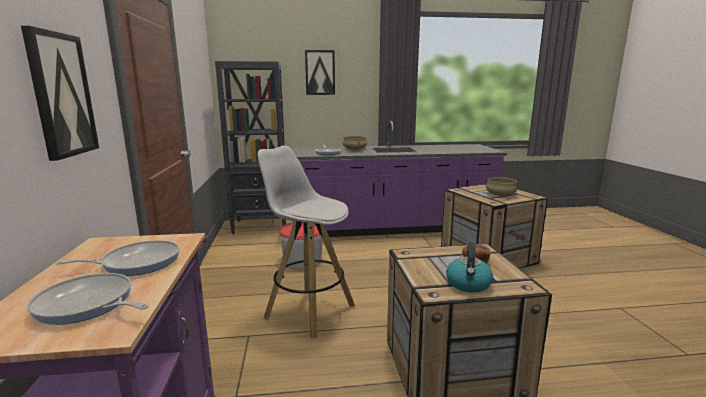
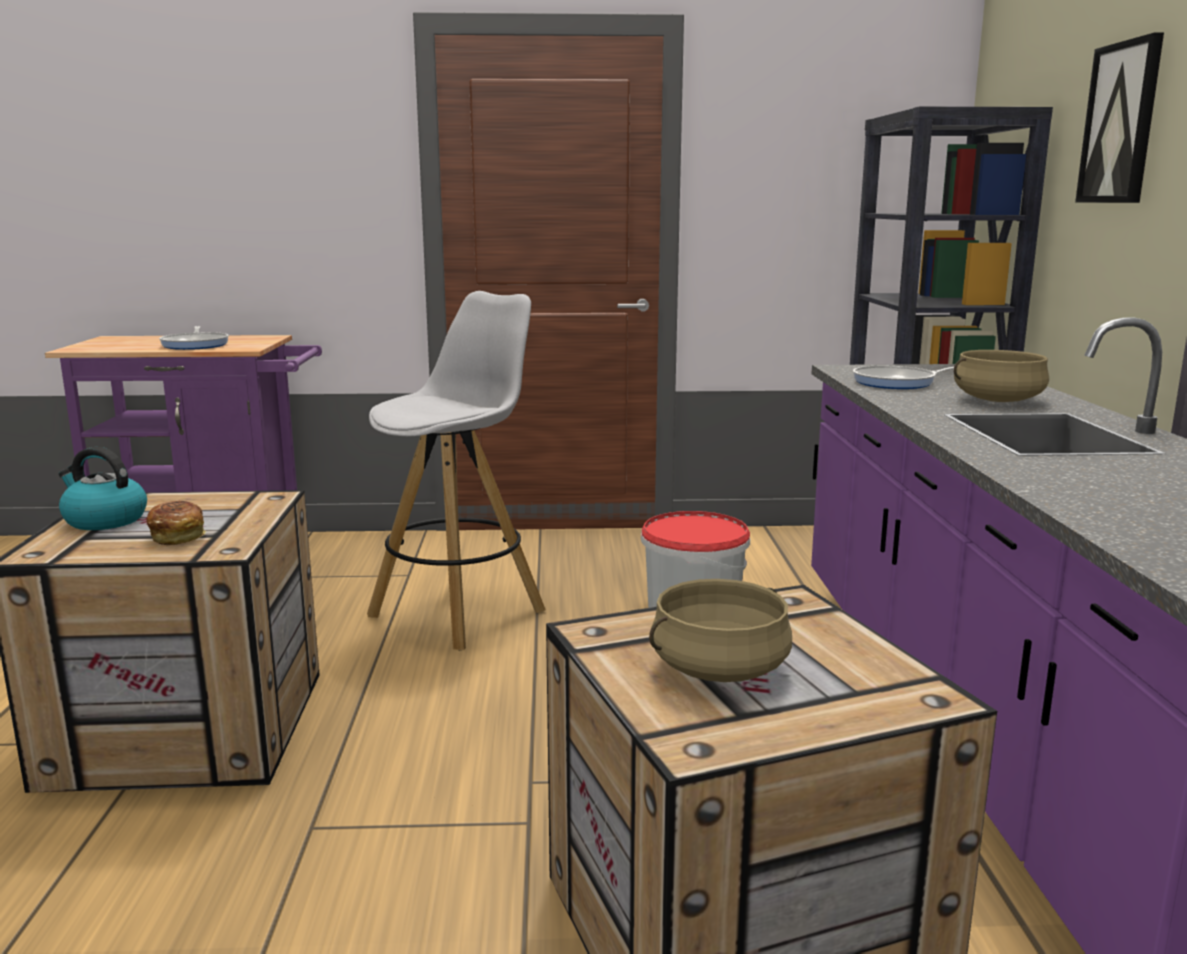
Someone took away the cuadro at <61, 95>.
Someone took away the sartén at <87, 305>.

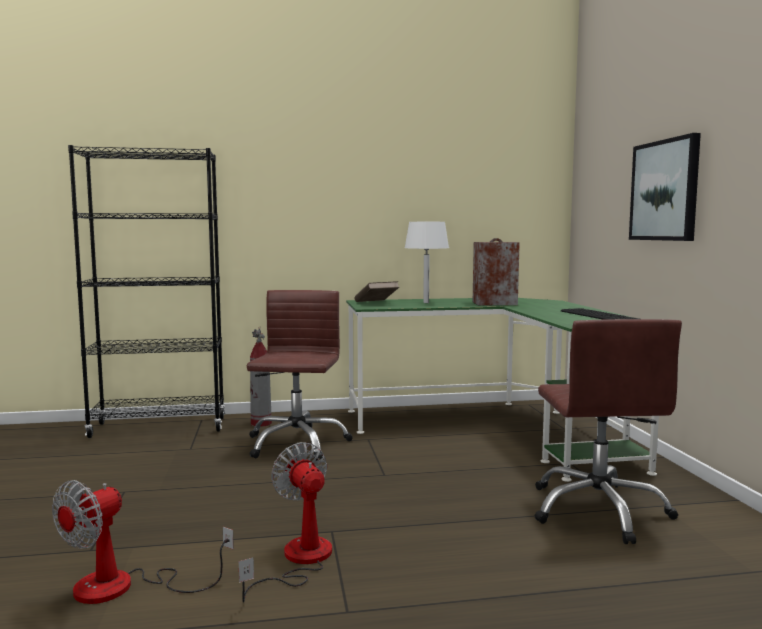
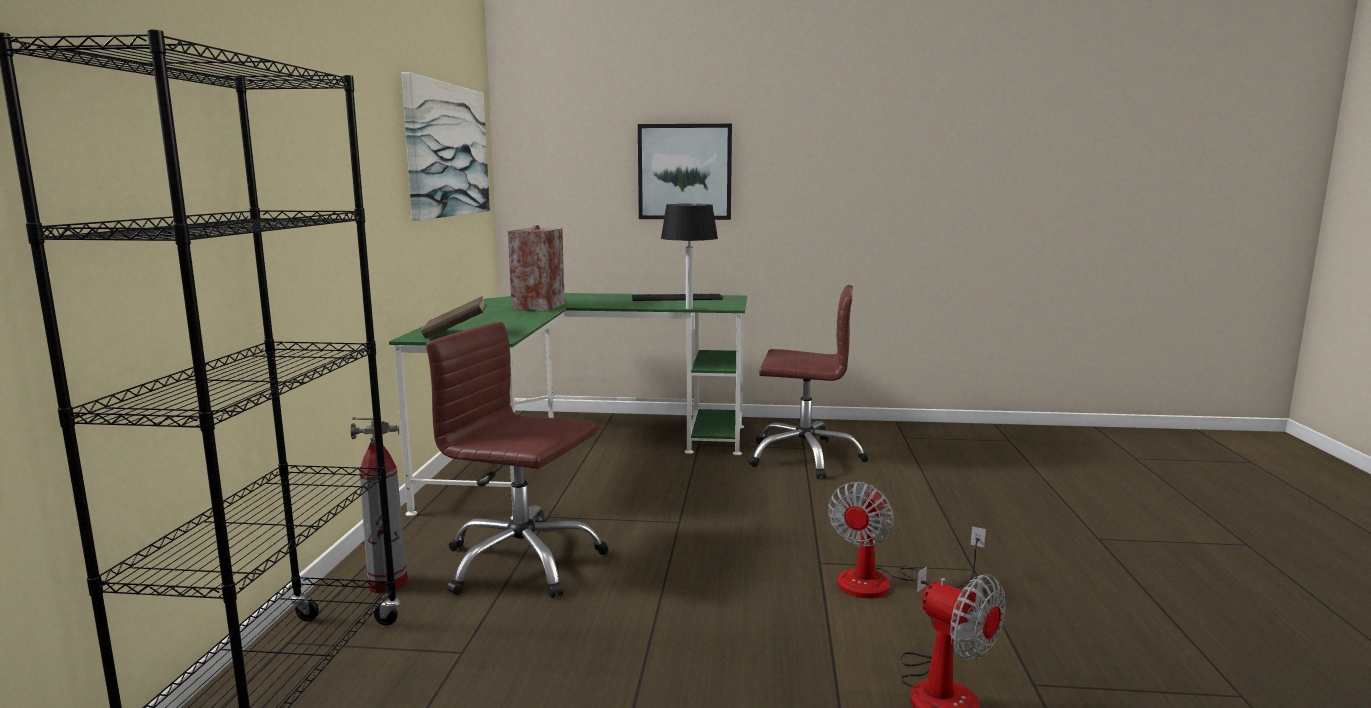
Someone took away the lámpara de mesa [blanco] at <426, 302>.
Someone rotated the ventilador at <298, 560> by 45 degrees counterclockwise.
Someone put up the cuadro at <447, 150>.
Someone put down the lámpara de mesa [negro] at <689, 308>.

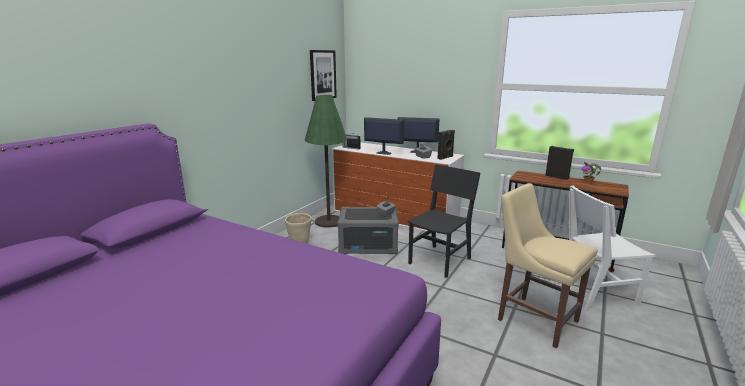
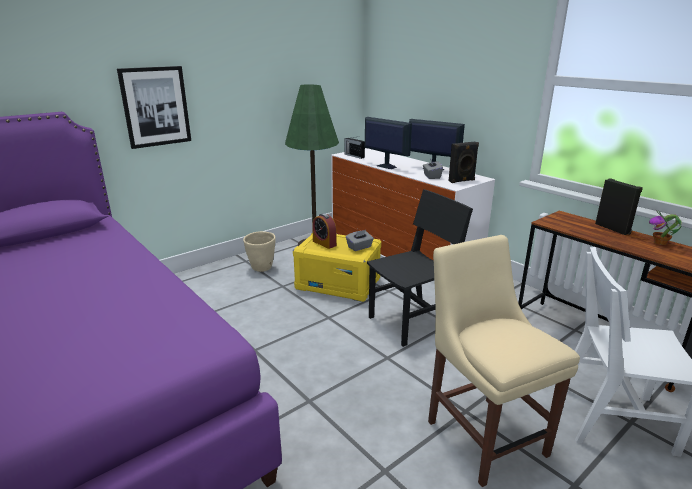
Someone carried the cuadro from <322, 75> to <155, 106>.
Someone repainted the caja de almacenaje [gris] at <368, 245>, which became the caja de almacenaje [amarillo] at <338, 284>.
Someone put down the despertador at <324, 243>.

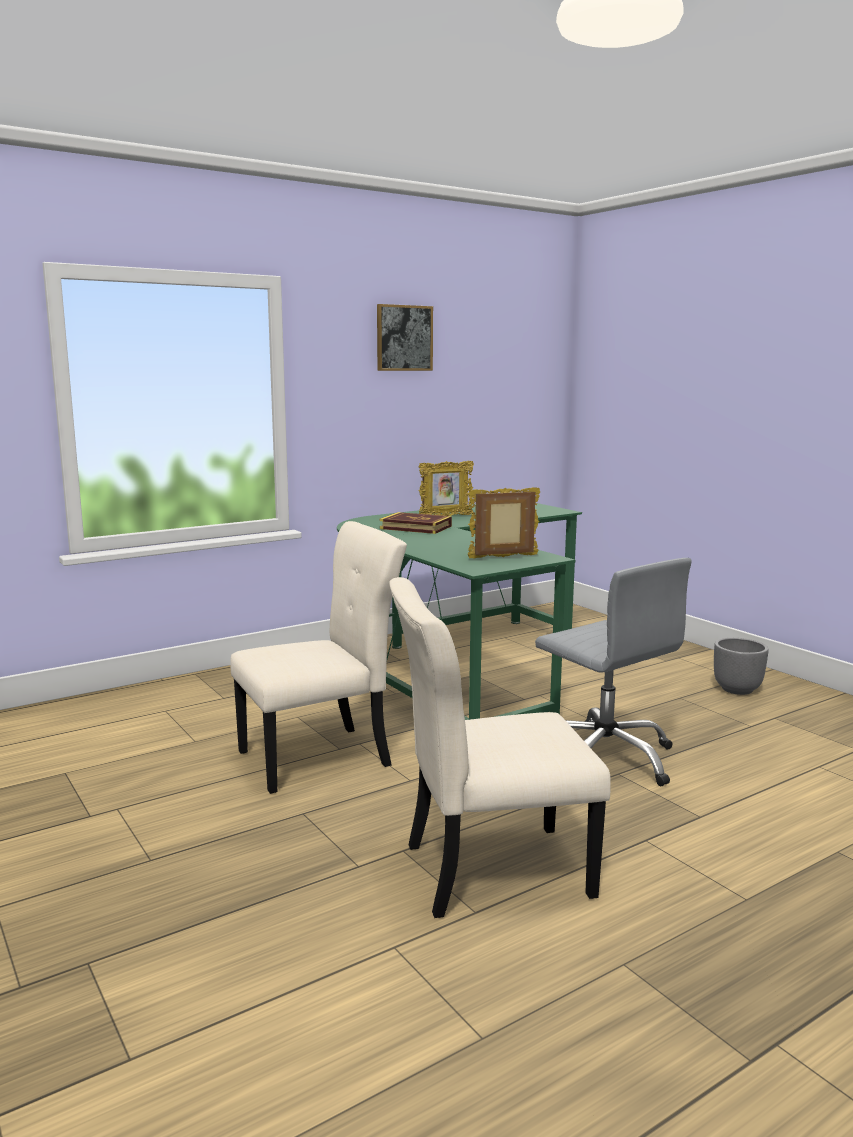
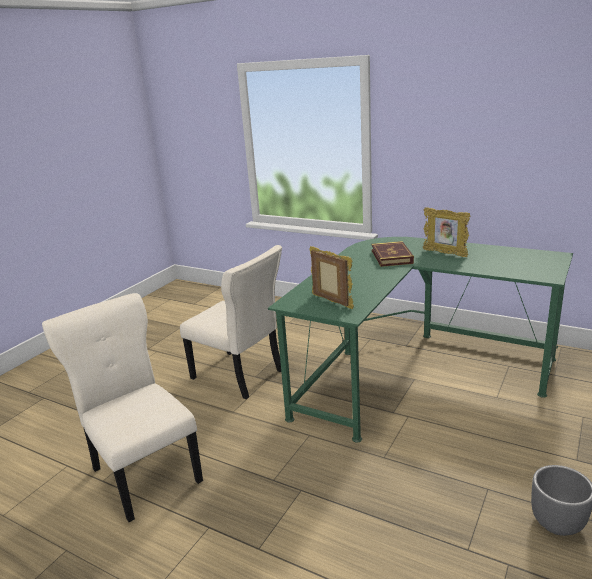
Someone took away the cuadro at <404, 338>.
Someone took away the silla de oficina [gris] at <605, 757>.

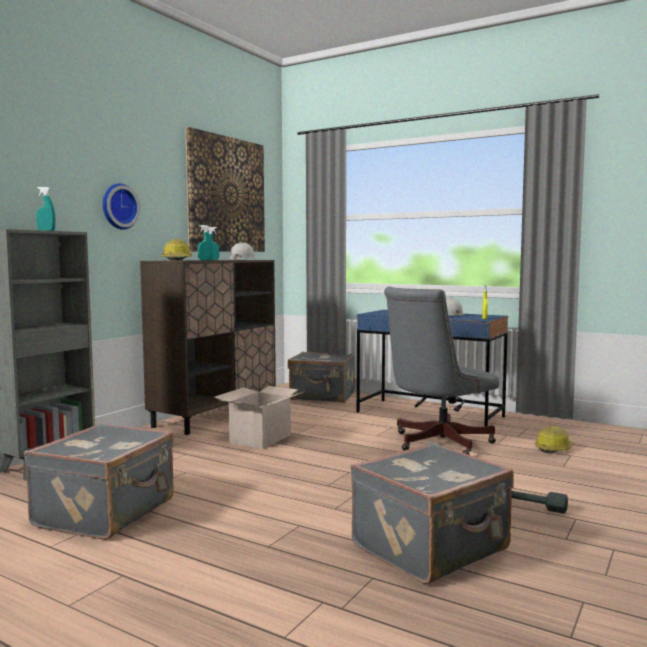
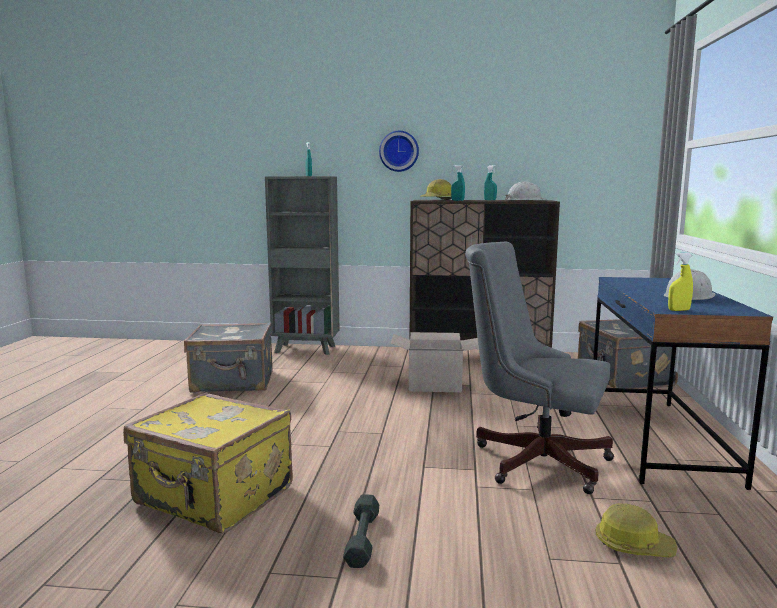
Someone took away the cuadro at <226, 195>.
Someone repainted the maleta [gris] at <432, 548>, which became the maleta [amarillo] at <213, 497>.

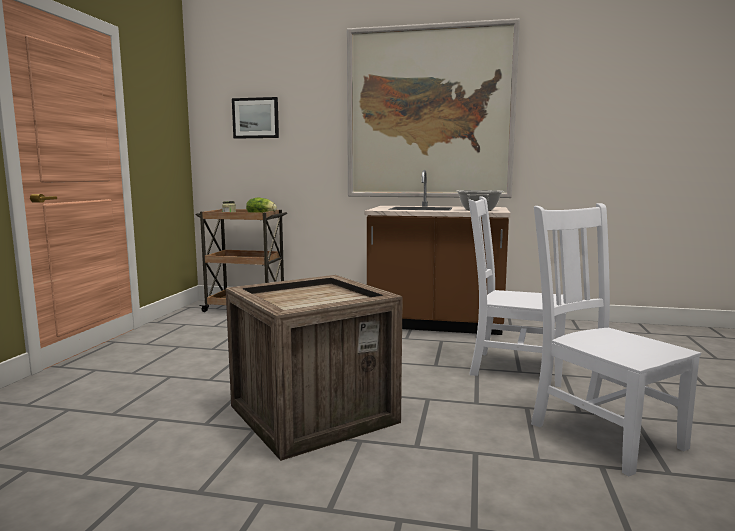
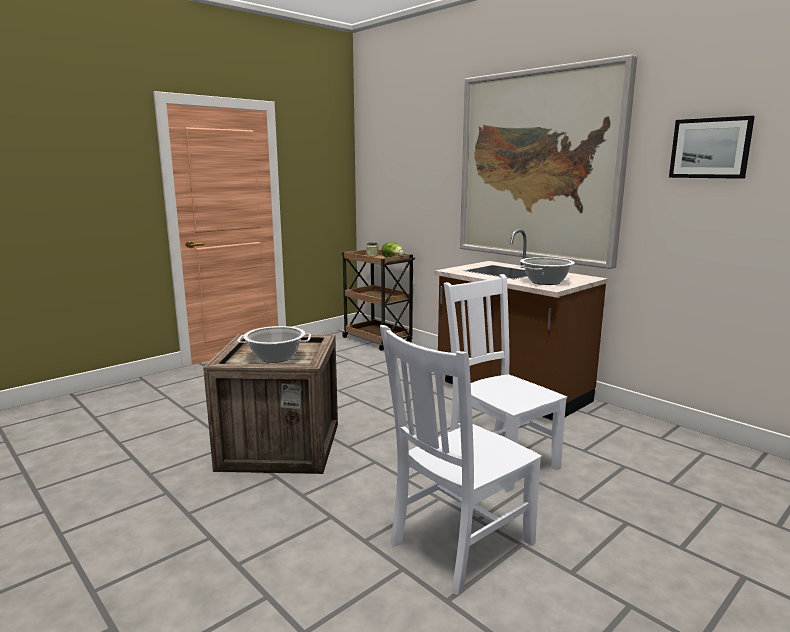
Someone carried the cuadro from <255, 118> to <710, 148>.
Someone rotated the silla [blanco] at <602, 433> by 135 degrees counterclockwise.
Someone put down the olla at <275, 357>.

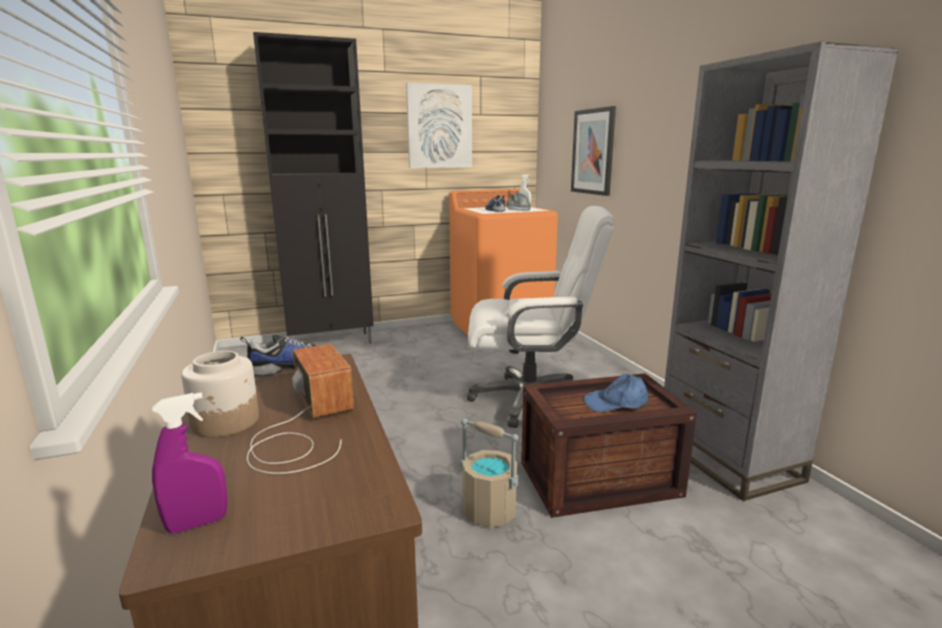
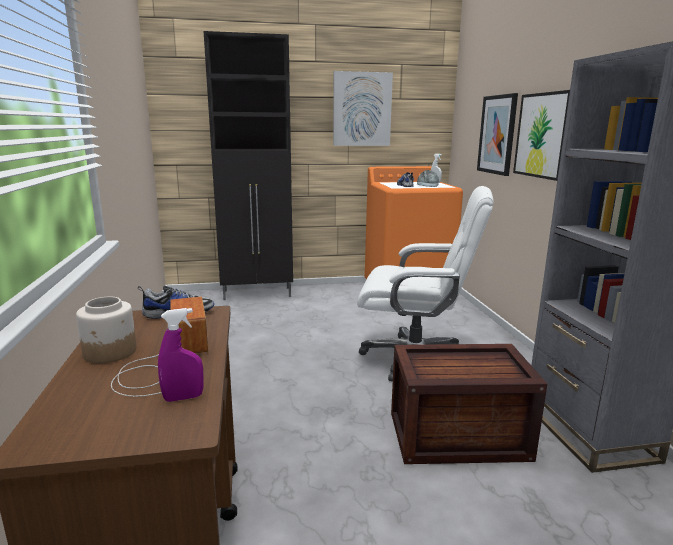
Someone took away the gorra [azul] at <616, 402>.
Someone carried the pulverizador [morado] from <197, 523> to <183, 397>.
Someone took away the cubo [beis] at <489, 511>.
Someone put up the cuadro at <543, 135>.

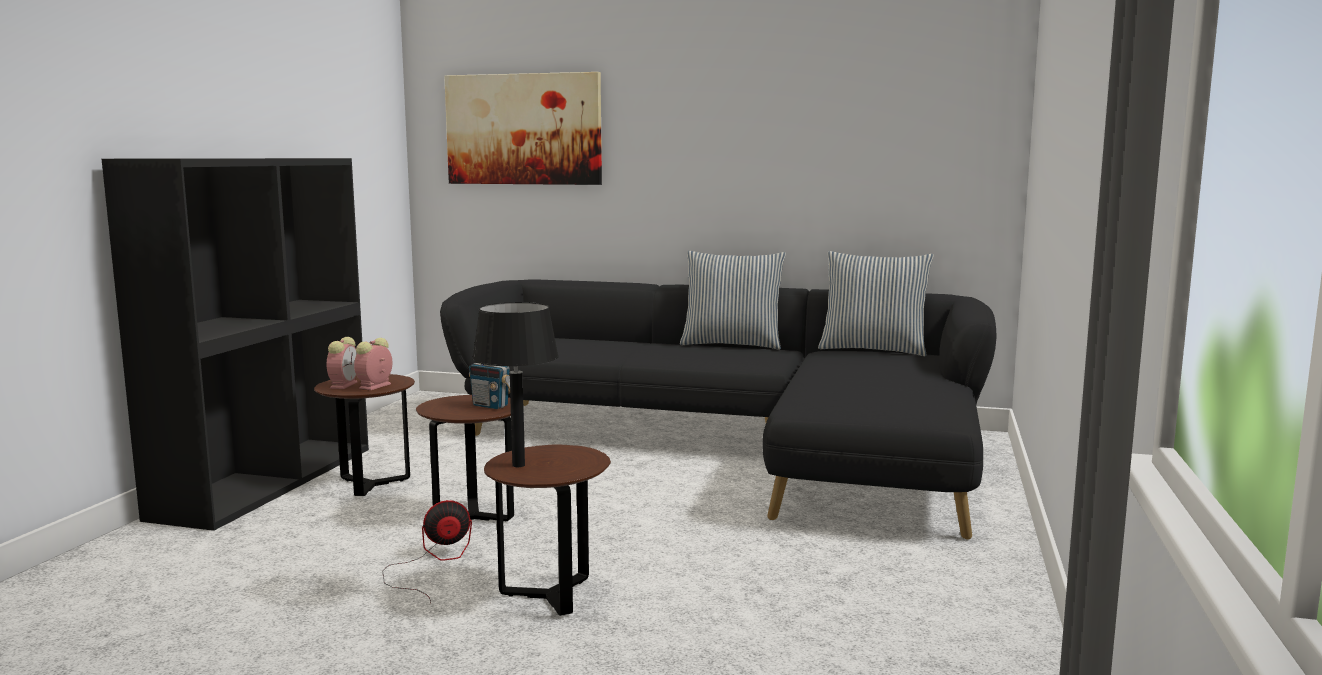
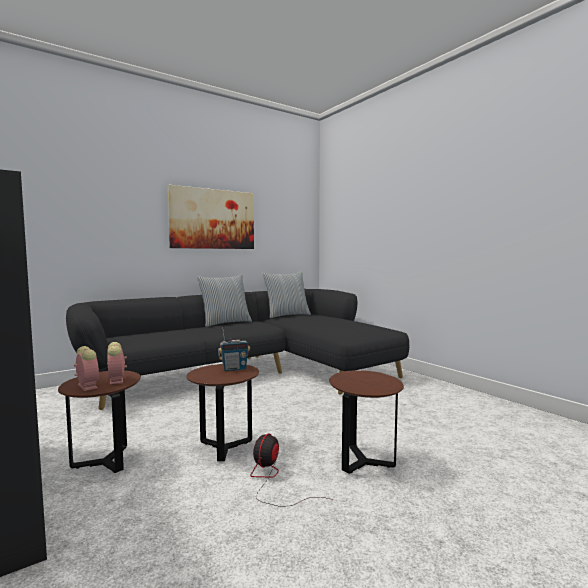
Someone carried the cuadro from <523, 129> to <213, 219>.
Someone took away the lámpara de mesa [negro] at <518, 465>.

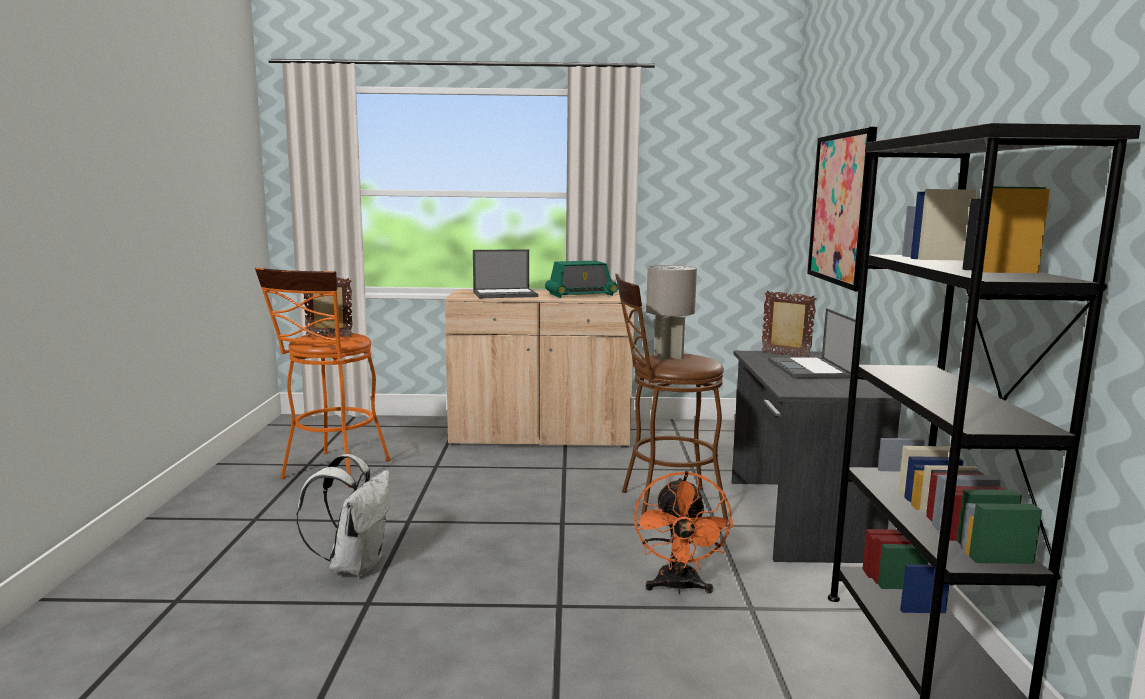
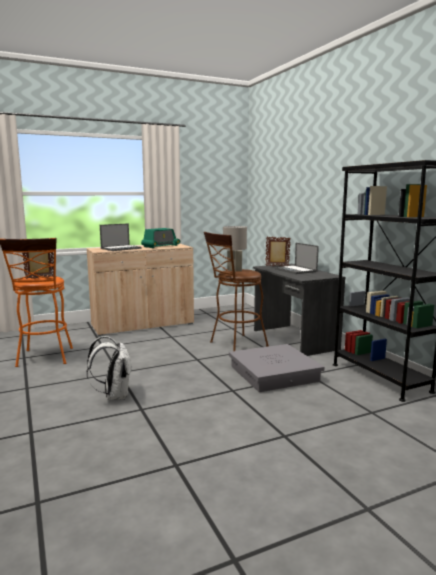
Someone took away the cuadro at <841, 208>.
Someone swapped the ventilador [naranja] at <678, 587> for the caja de almacenaje [gris] at <274, 373>.

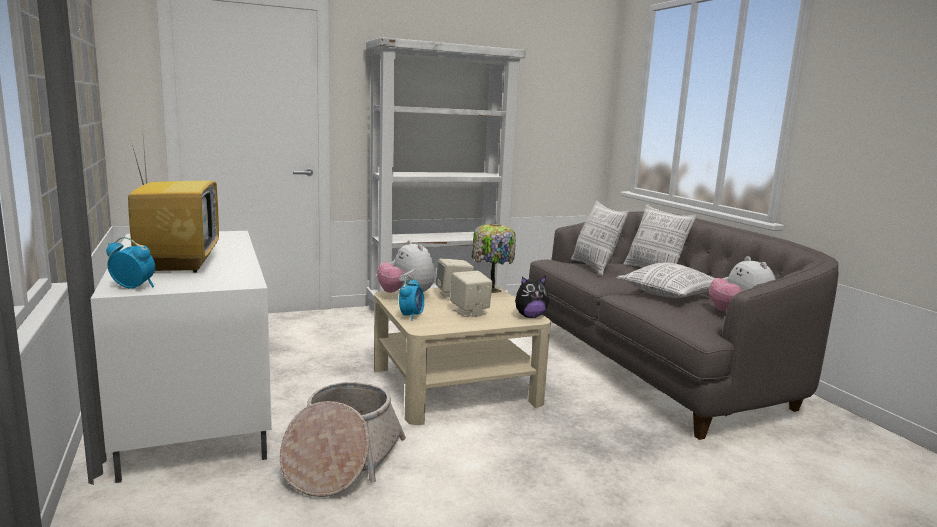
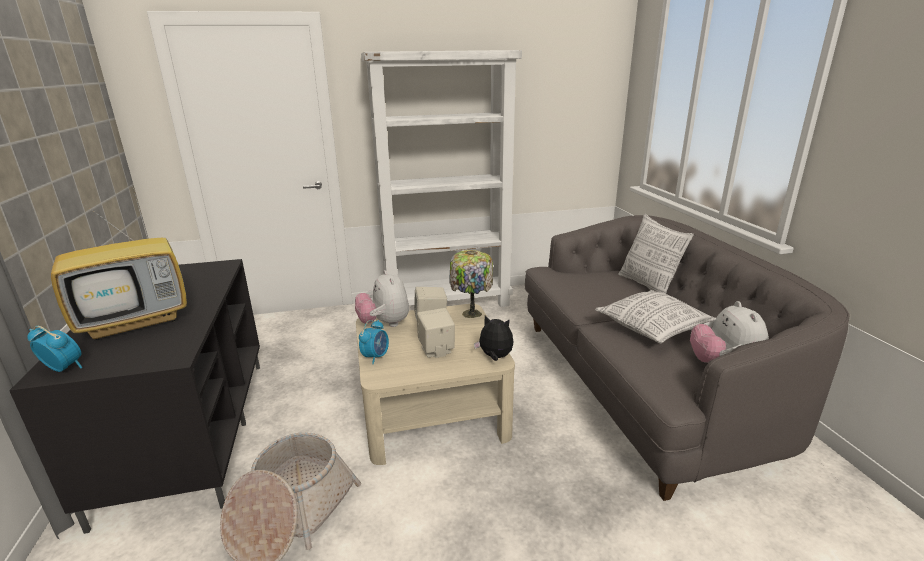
Someone rotated the televisor at <178, 263> by 60 degrees clockwise.
Someone took away the cojín at <594, 267>.
Someone repainted the mueble de televisión [blanco] at <193, 407>, which became the mueble de televisión [negro] at <189, 431>.
Someone rotated the peluche at <530, 316> by 150 degrees counterclockwise.

